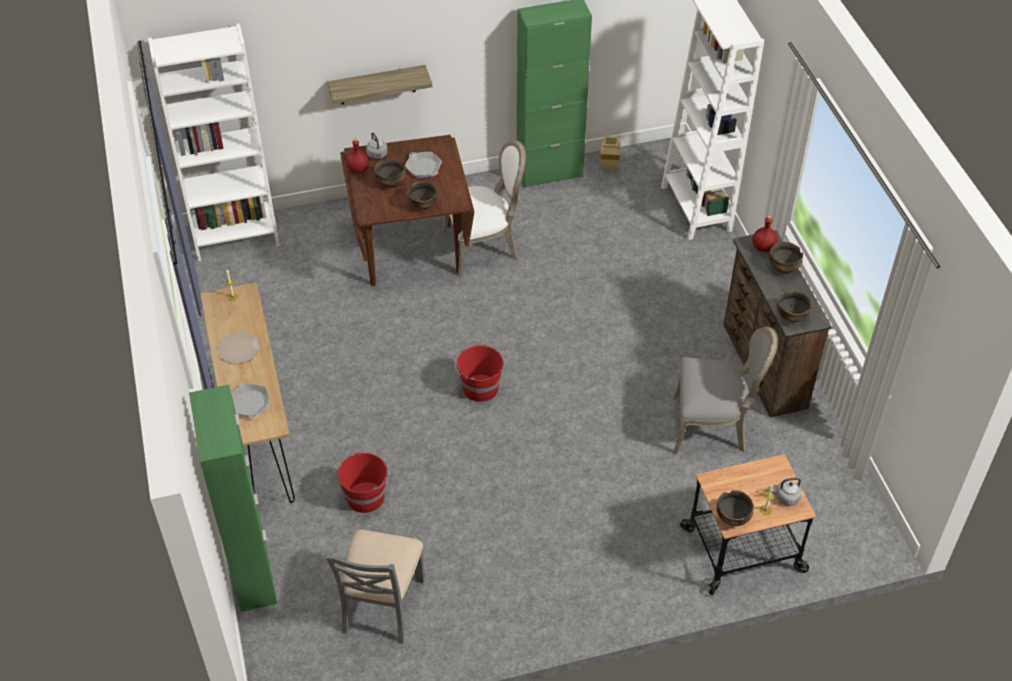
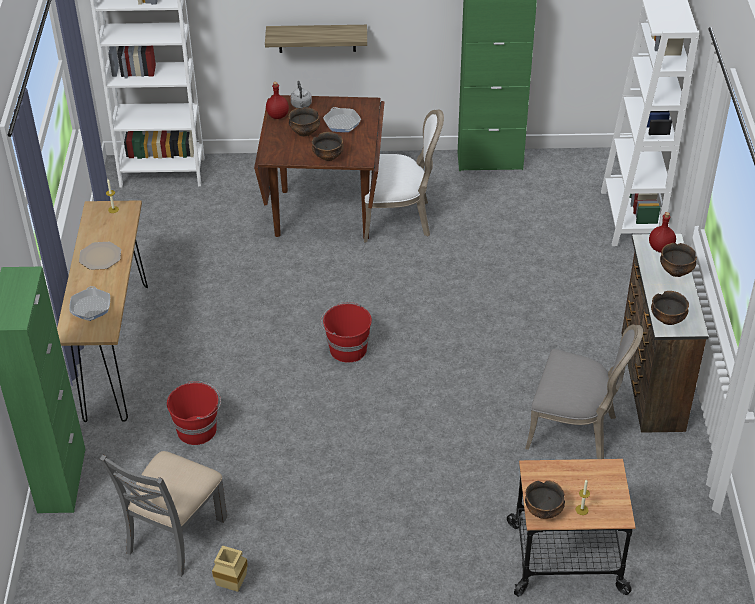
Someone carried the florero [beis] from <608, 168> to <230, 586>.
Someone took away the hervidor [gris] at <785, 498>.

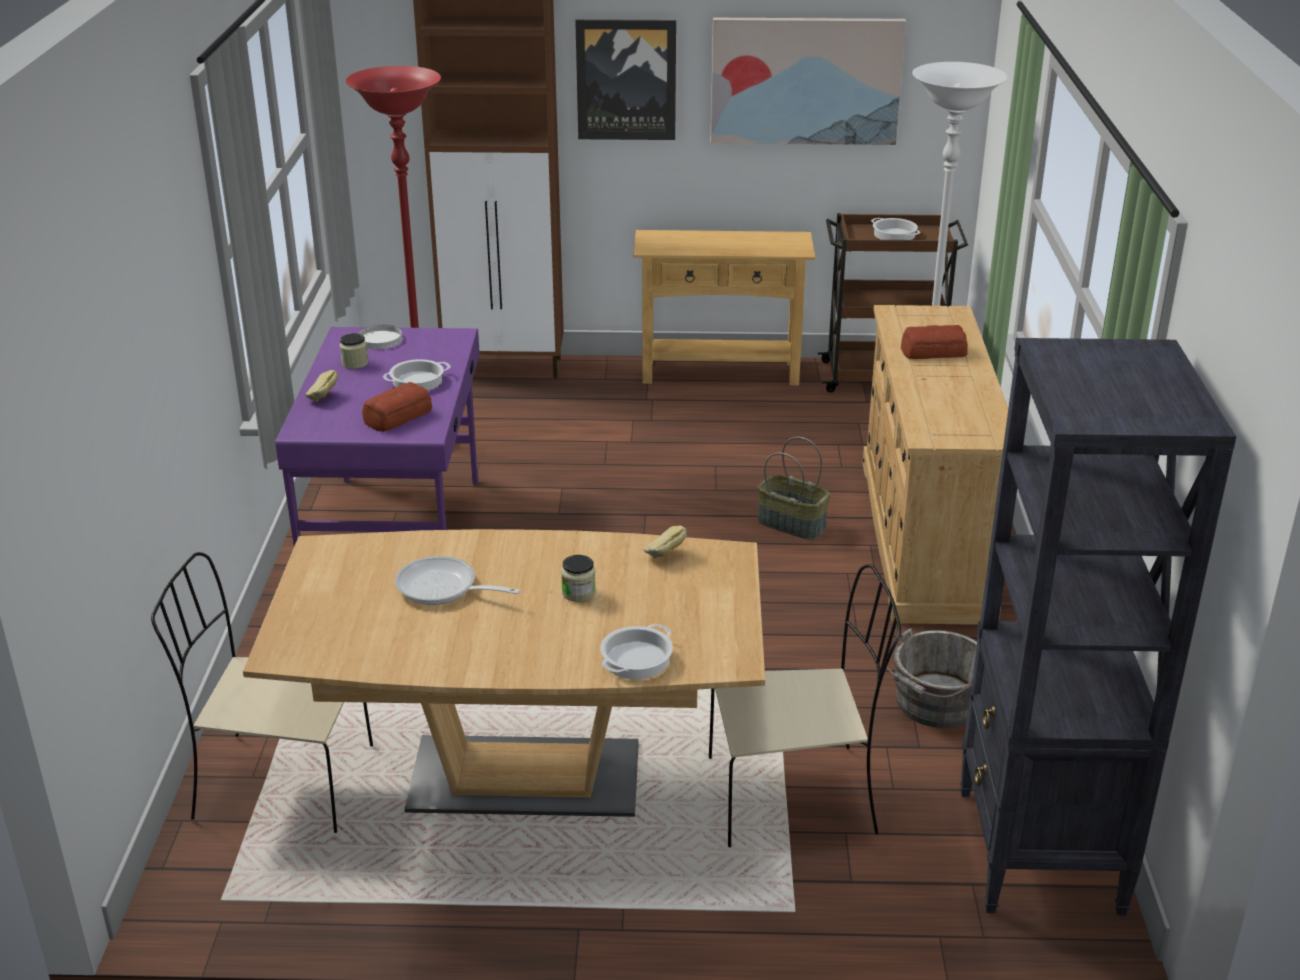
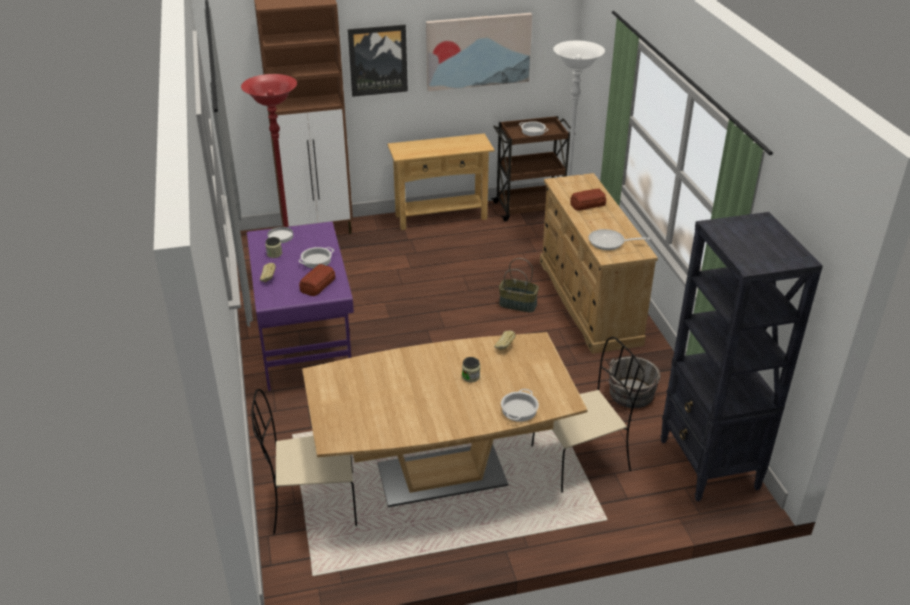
Someone carried the sartén from <443, 588> to <610, 242>.

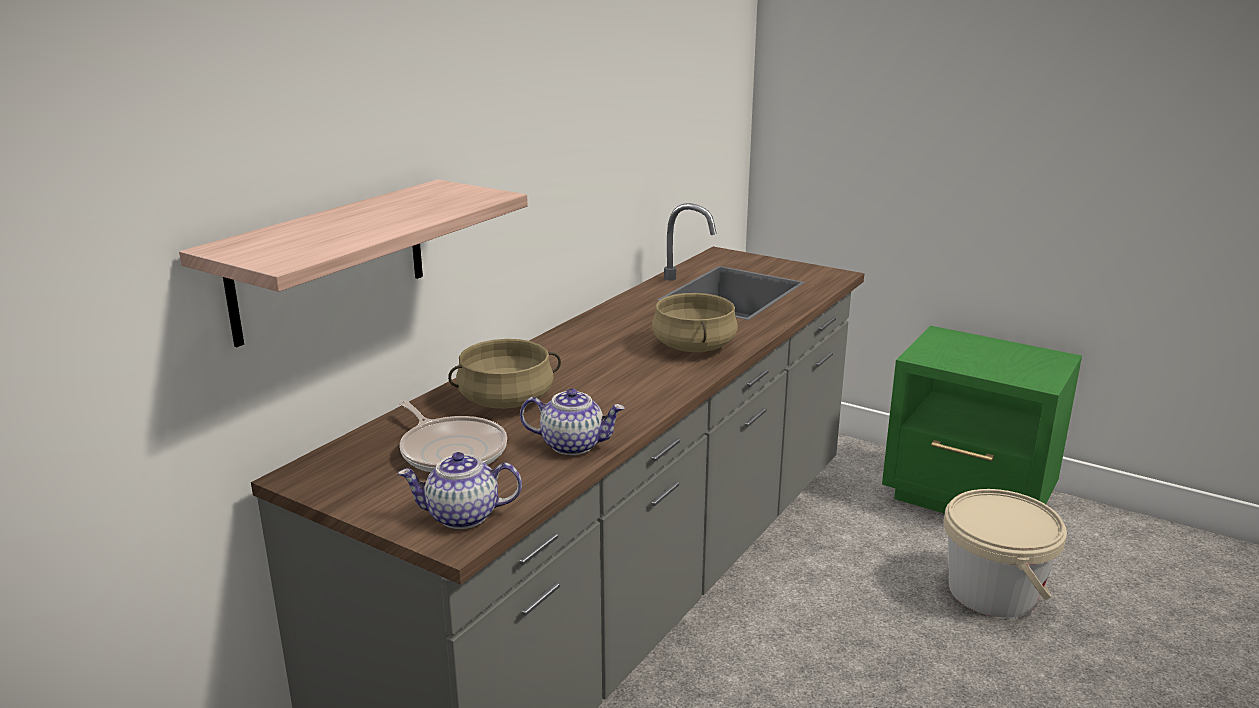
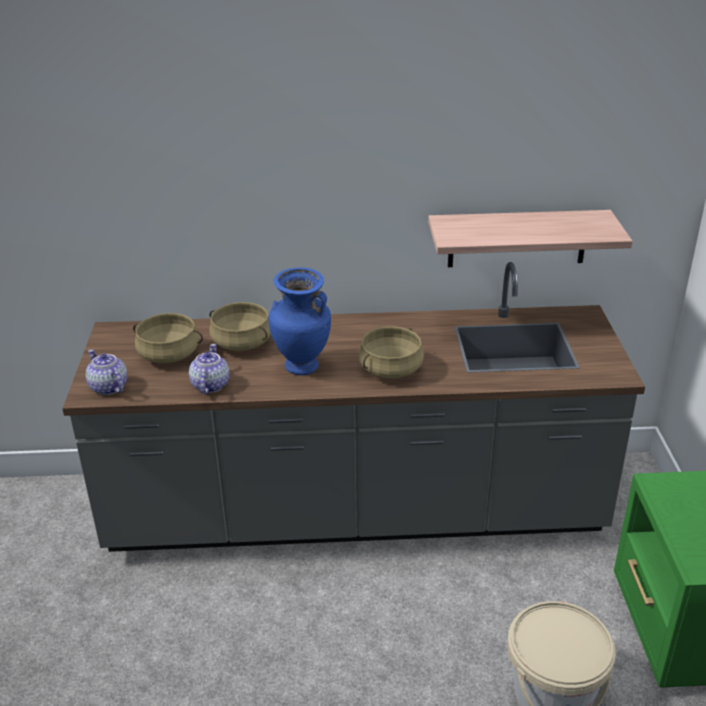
Someone carried the estante from <330, 260> to <517, 238>.
Someone rotated the tetera at <573, 445> by 150 degrees counterclockwise.
Someone swapped the sartén at <451, 451> for the olla [beis] at <169, 354>.
Someone put down the florero [azul] at <301, 368>.

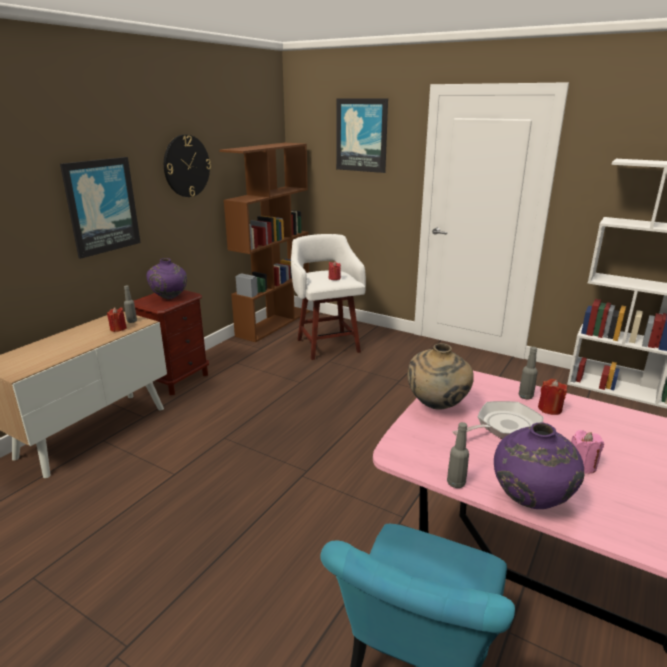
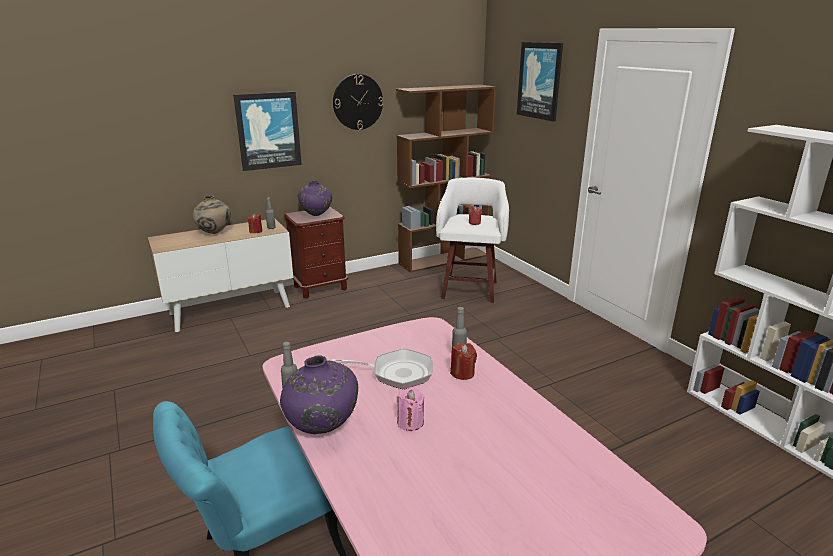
Someone carried the florero [beis] from <437, 407> to <215, 233>.

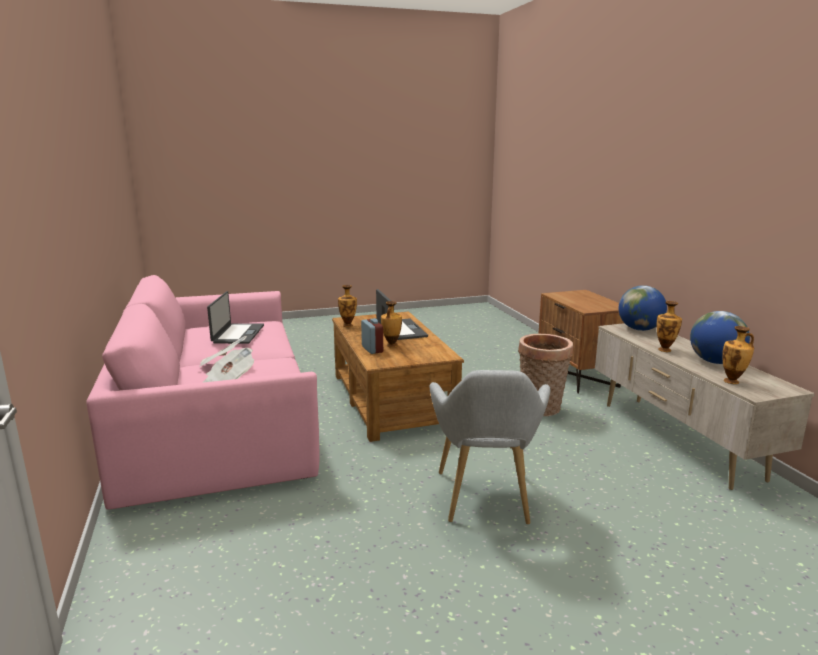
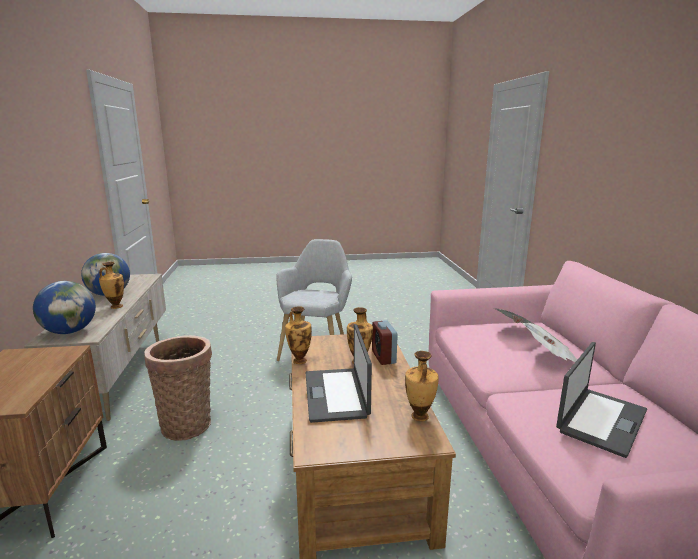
Someone rotated the portátil at <237, 334> by 150 degrees counterclockwise.
Someone carried the florero from <732, 382> to <299, 360>.

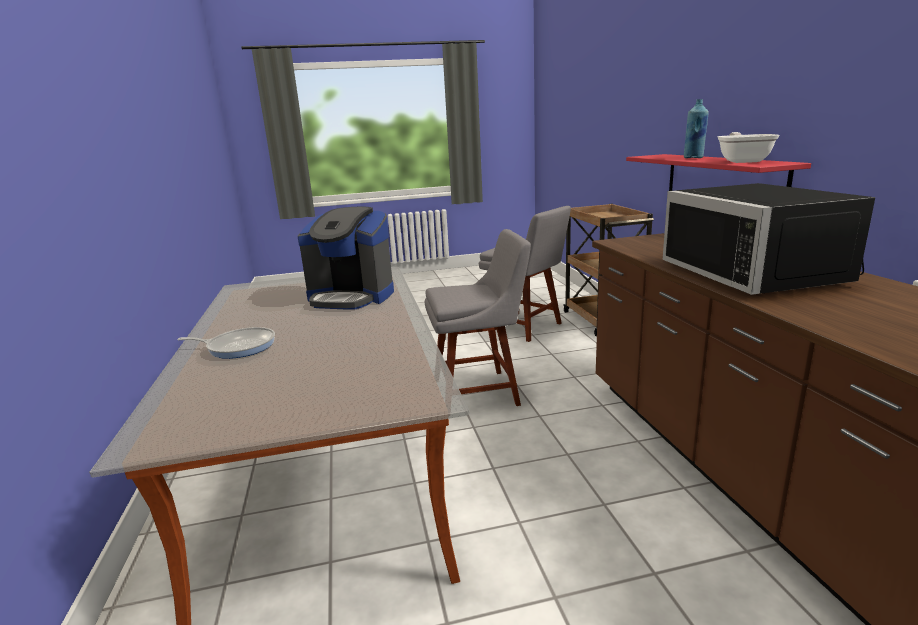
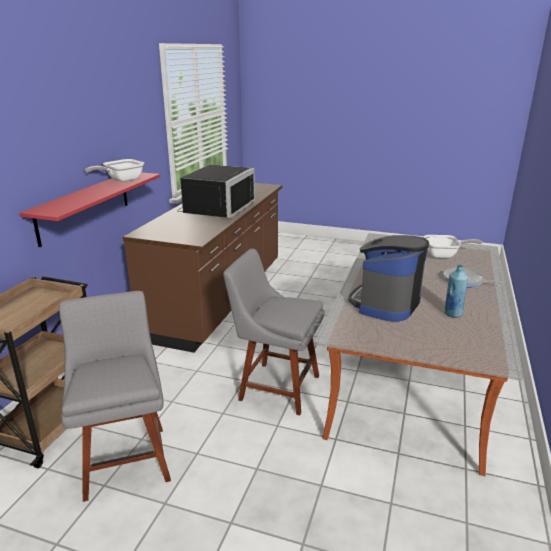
Someone carried the botella [azul] from <693, 158> to <452, 314>.
Someone rotated the cafetera at <351, 297> by 105 degrees counterclockwise.
Someone put down the sartén at <444, 255>.

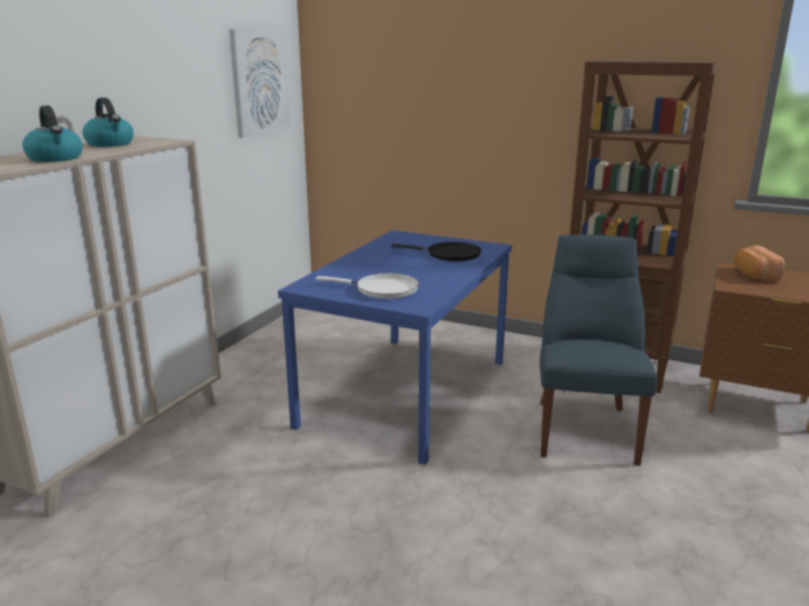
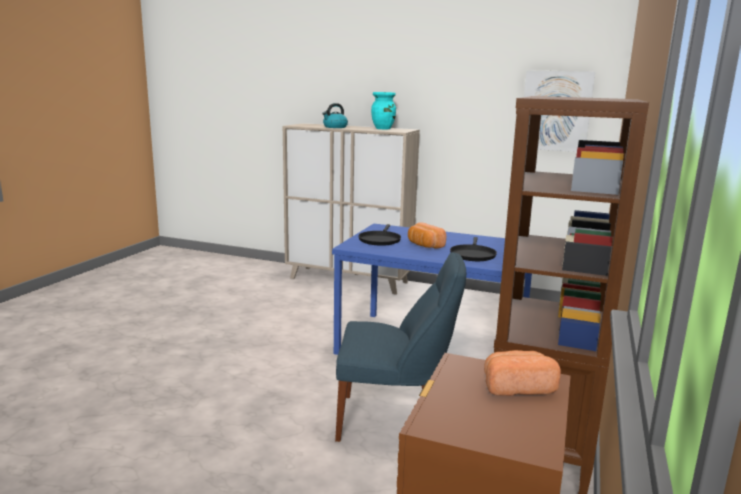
Someone swapped the hervidor at <110, 144> for the florero [turquesa] at <383, 128>.
Someone repainted the sartén [blanco] at <382, 290>, which became the sartén [negro] at <379, 240>.
Someone put down the pan at <424, 245>.

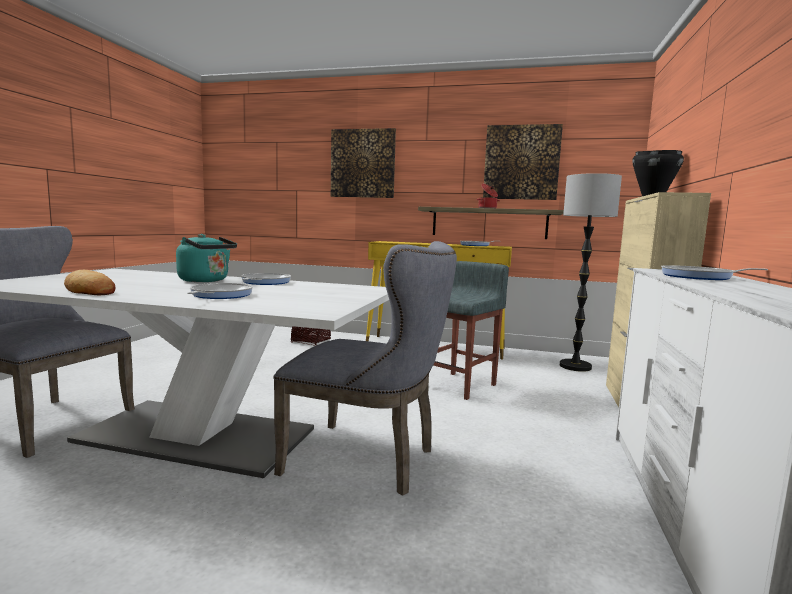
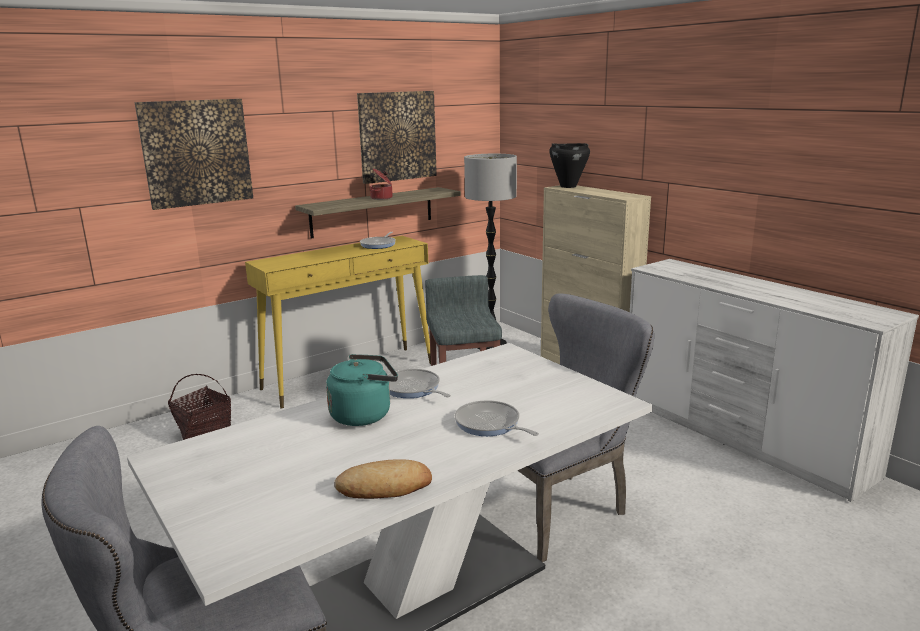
Someone took away the sartén at <700, 277>.

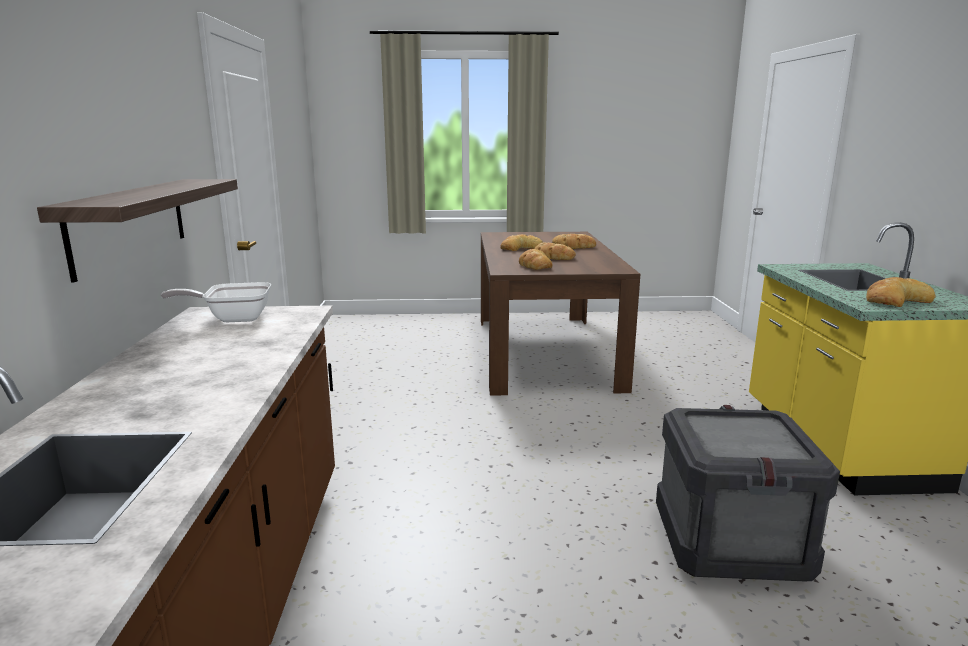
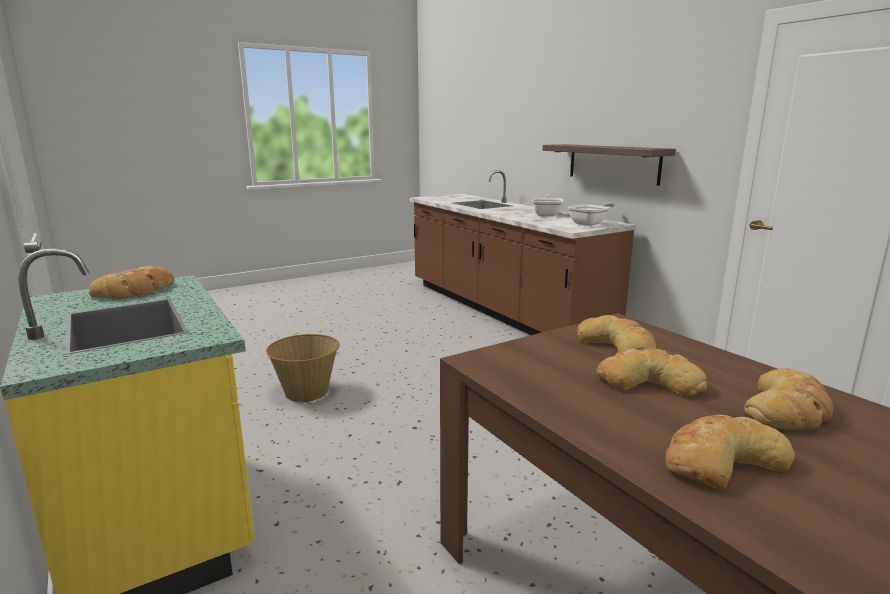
Someone swapped the caja de embalaje at <731, 541> for the cesta at <307, 392>.
Someone put down the sartén at <547, 214>.

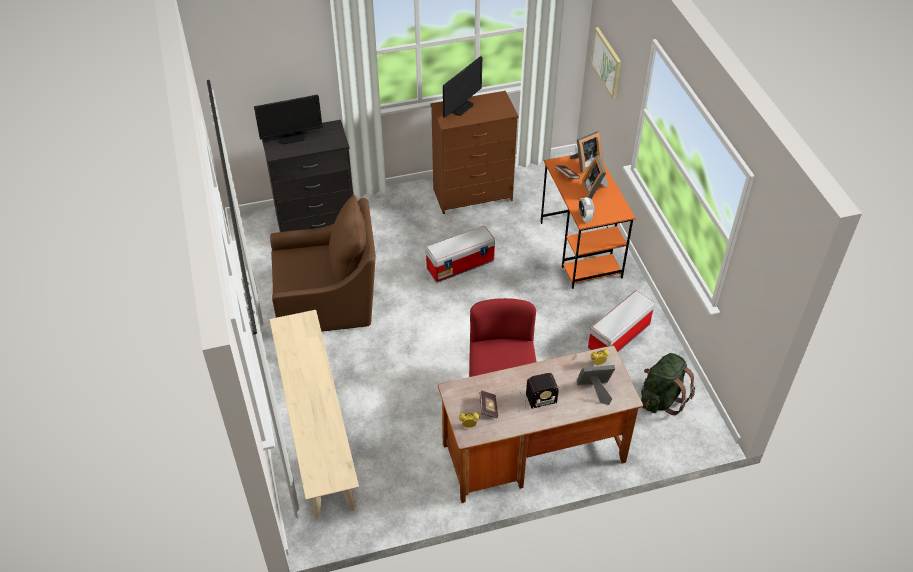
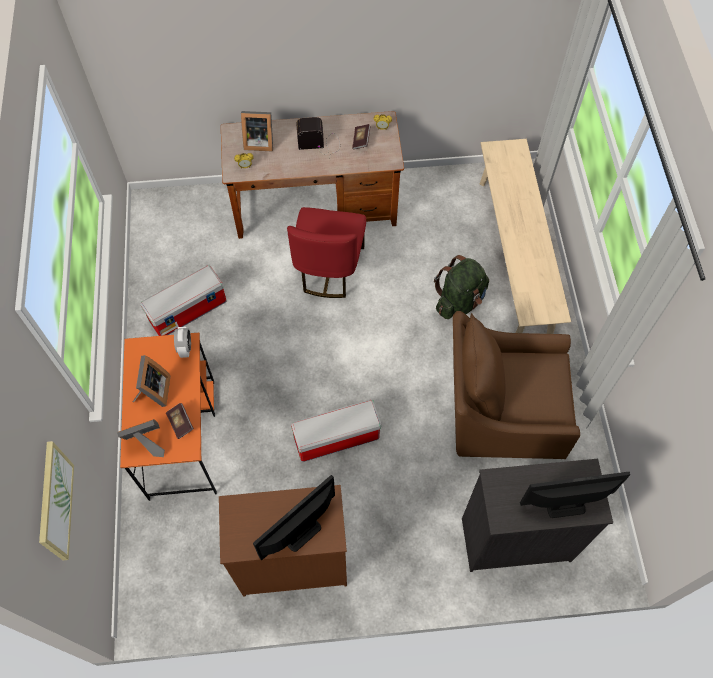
Someone carried the mochila [verde] from <661, 398> to <459, 301>.

